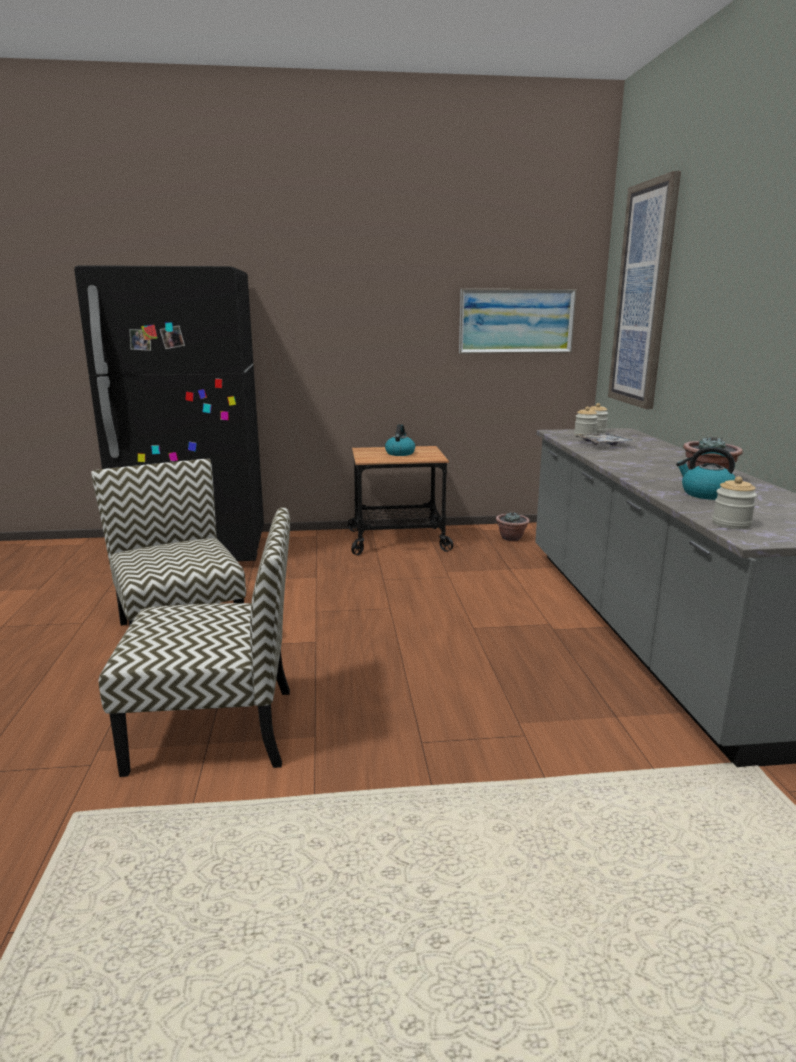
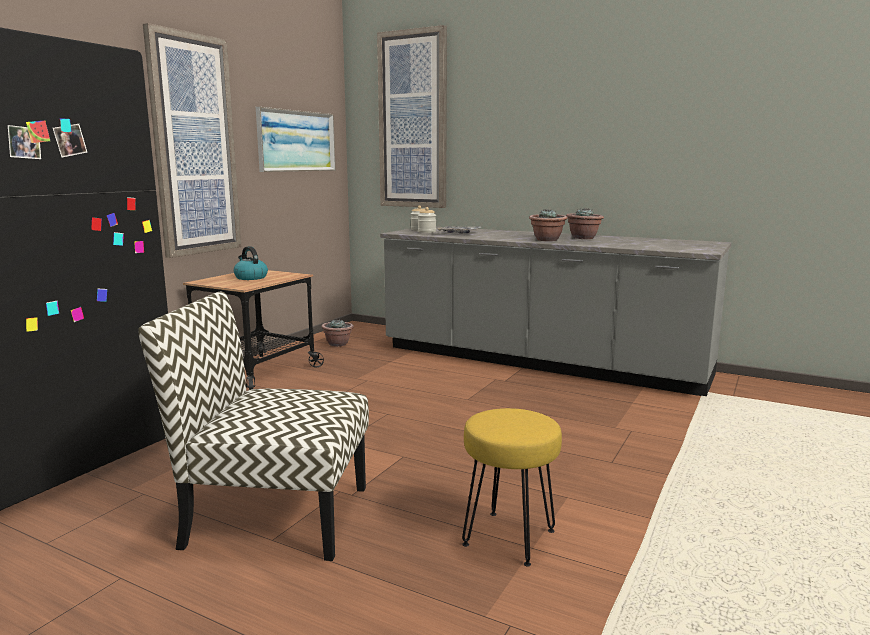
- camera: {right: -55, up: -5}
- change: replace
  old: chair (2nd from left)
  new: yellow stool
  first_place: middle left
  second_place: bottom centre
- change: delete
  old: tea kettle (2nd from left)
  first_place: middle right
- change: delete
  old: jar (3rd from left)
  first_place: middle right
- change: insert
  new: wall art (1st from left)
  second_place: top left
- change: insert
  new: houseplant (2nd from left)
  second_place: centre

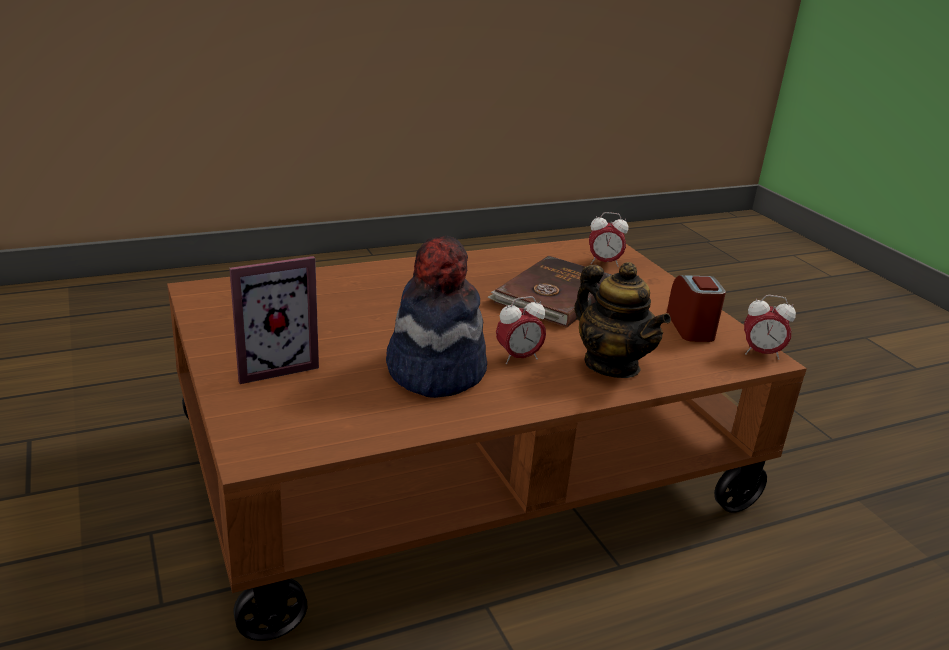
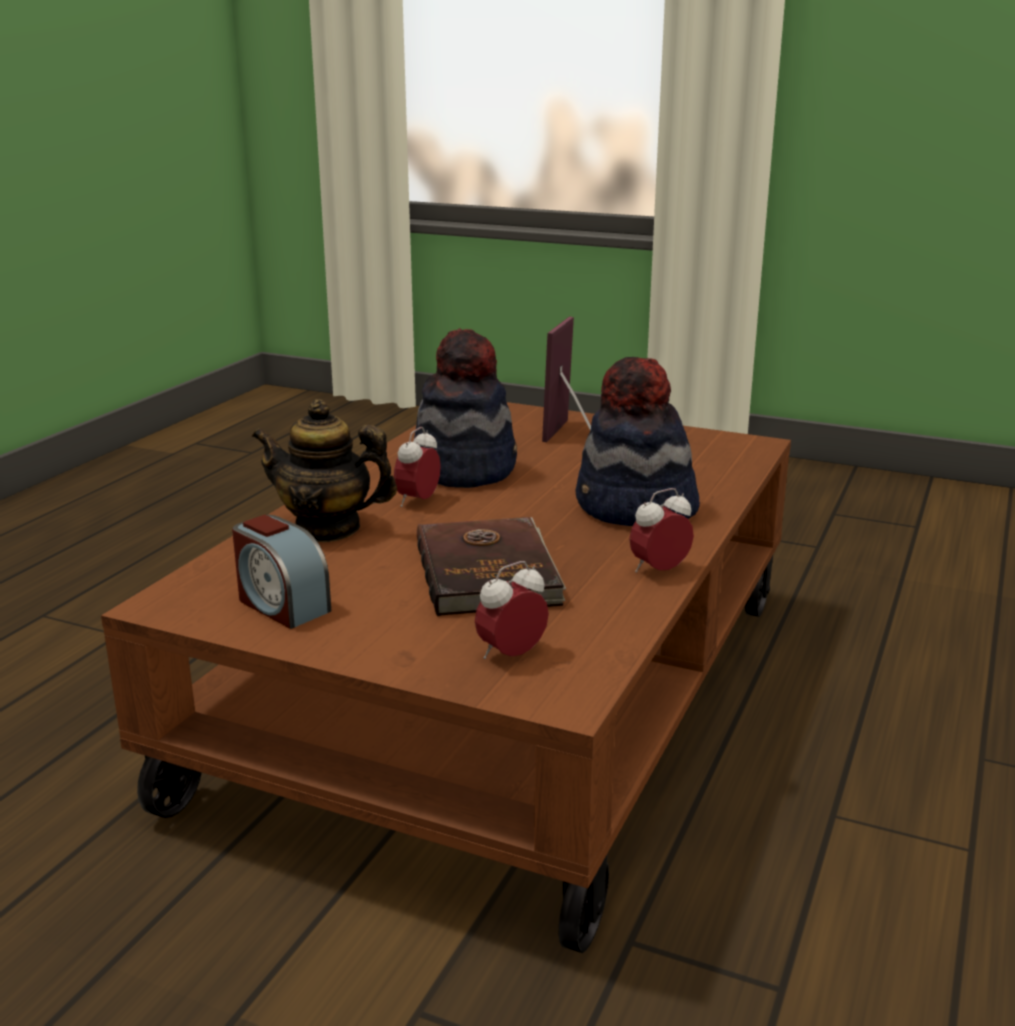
- camera: {right: 140, up: -5}
- change: move
  old: alarm clock (4th from left)
  first_place: middle right
  second_place: centre
- change: insert
  new: clothing hat (2nd from left)
  second_place: centre

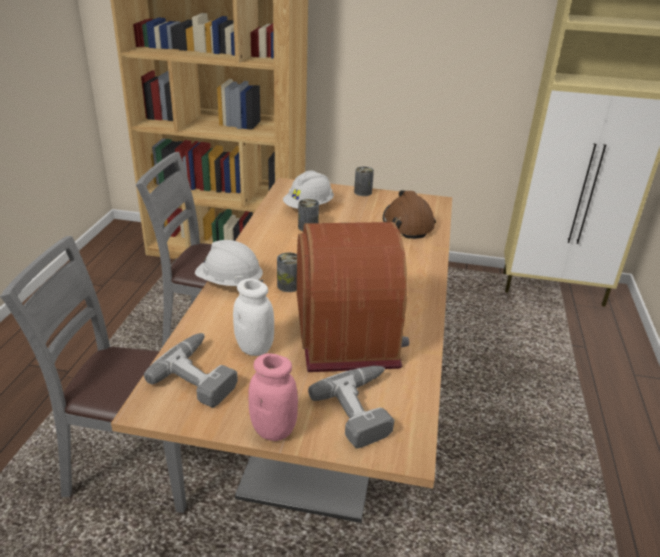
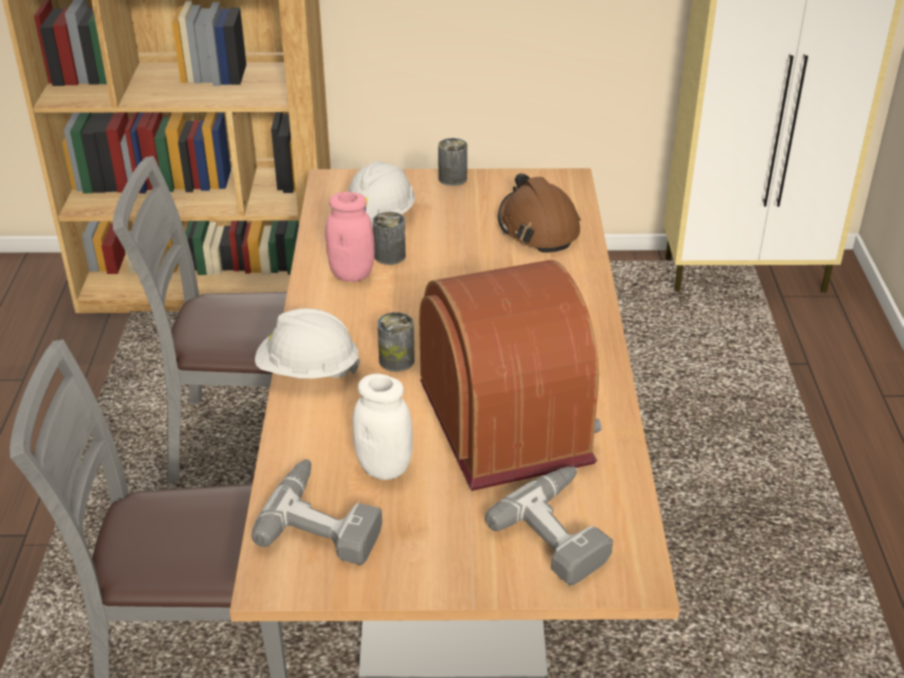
- camera: {right: -10, up: 5}
- change: move
  old: pink-coloured jar
  first_place: bottom centre
  second_place: centre

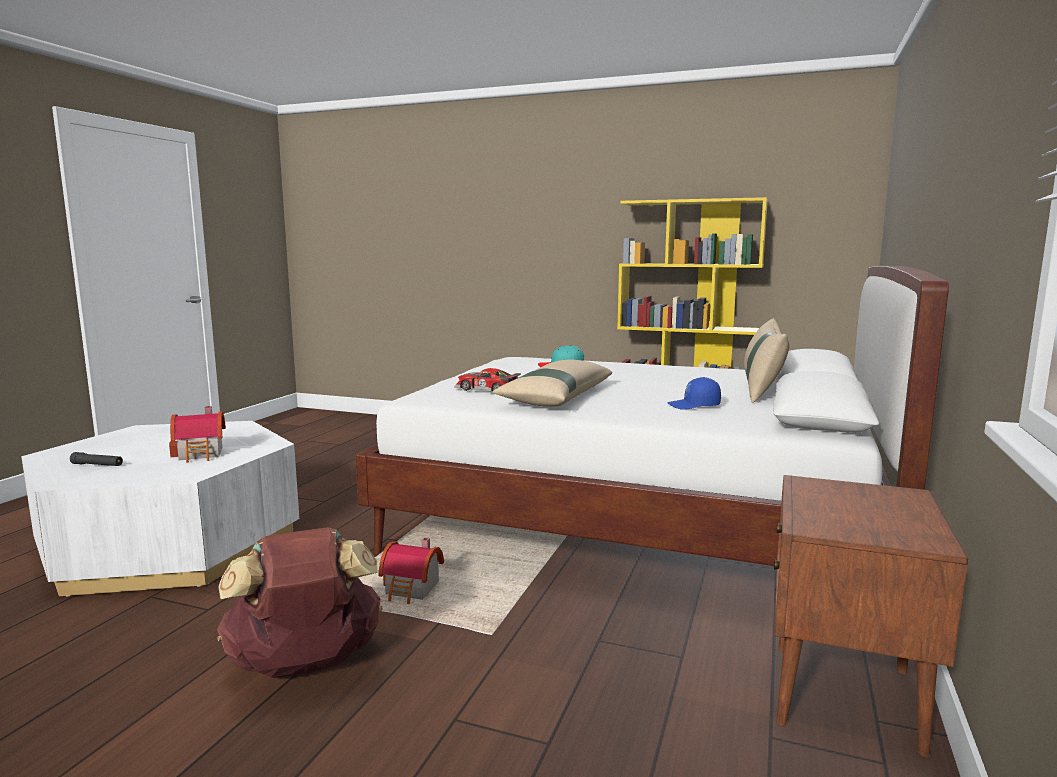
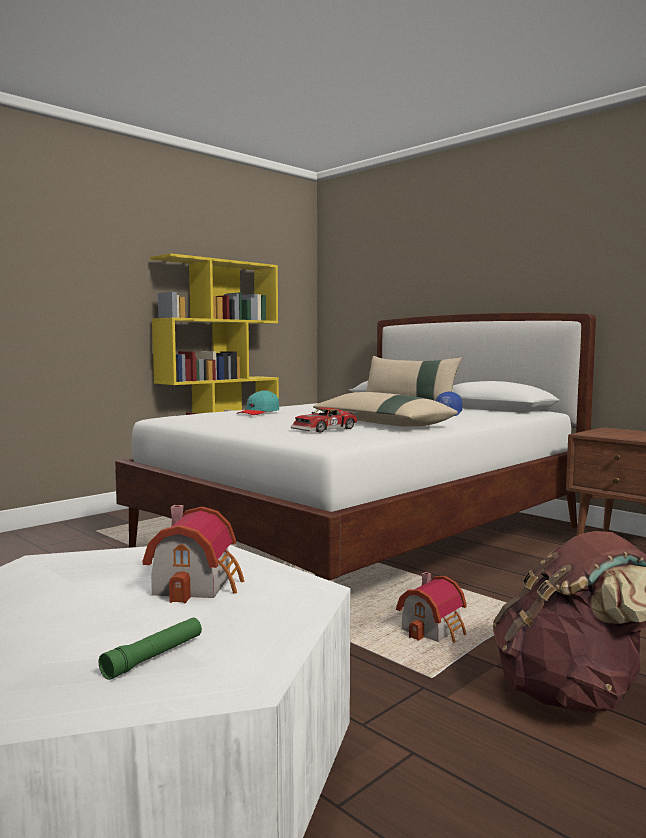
- camera: {right: -65, up: -5}
- change: recolor
  old: black flashlight
  new: greenish flashlight
  first_place: middle left
  second_place: bottom left

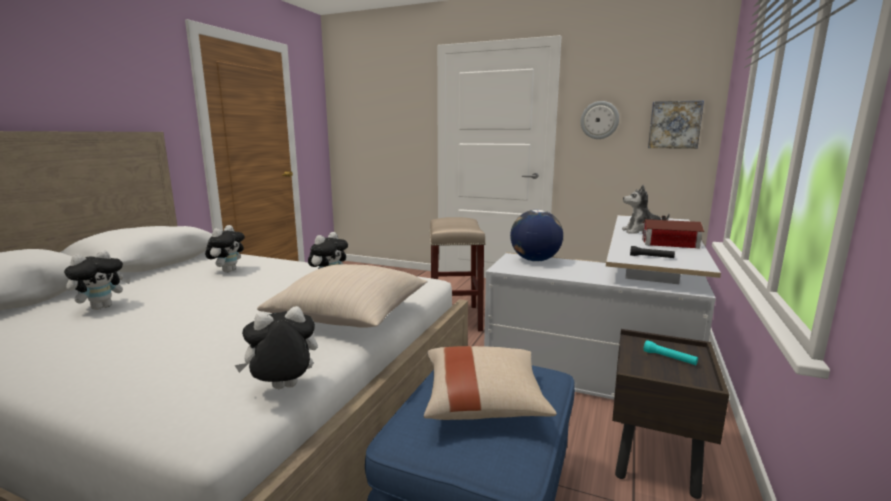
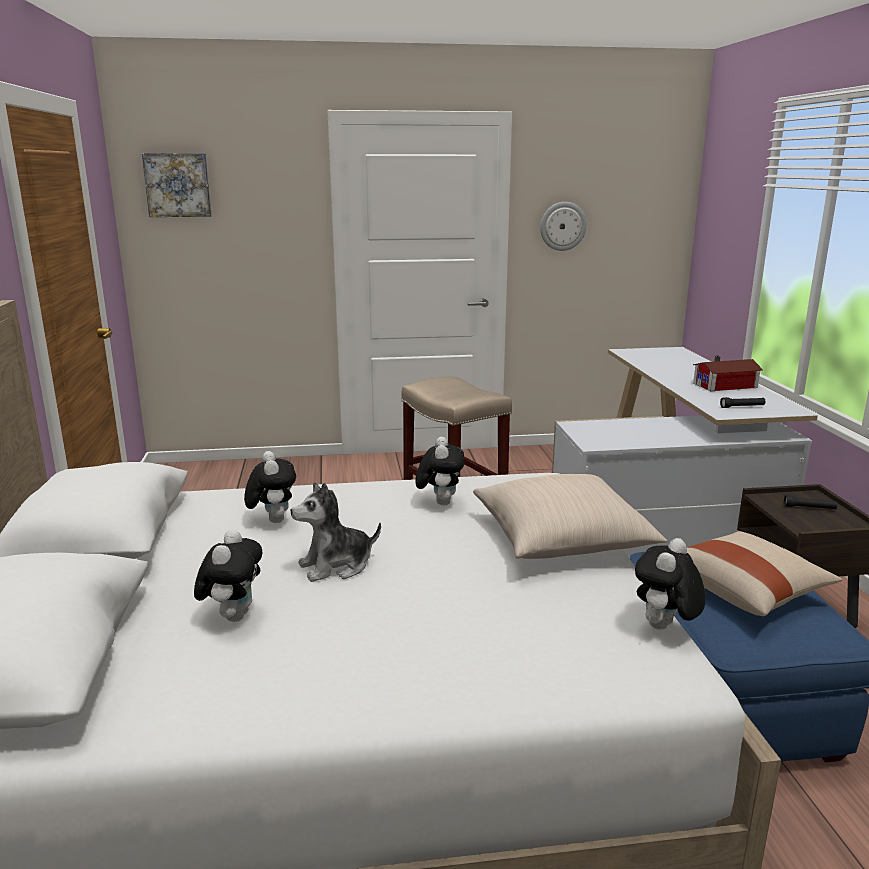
- camera: {right: -30, up: 5}
- change: delete
  old: world globe
  first_place: centre
- change: move
  old: cuddly toy (5th from left in the first image)
  new: cuddly toy (3rd from left)
  first_place: middle right
  second_place: centre
- change: recolor
  old: turquoise flashlight
  new: black flashlight (2nd from left)
  first_place: bottom right
  second_place: middle right
- change: move
  old: wall art
  first_place: top right
  second_place: top left

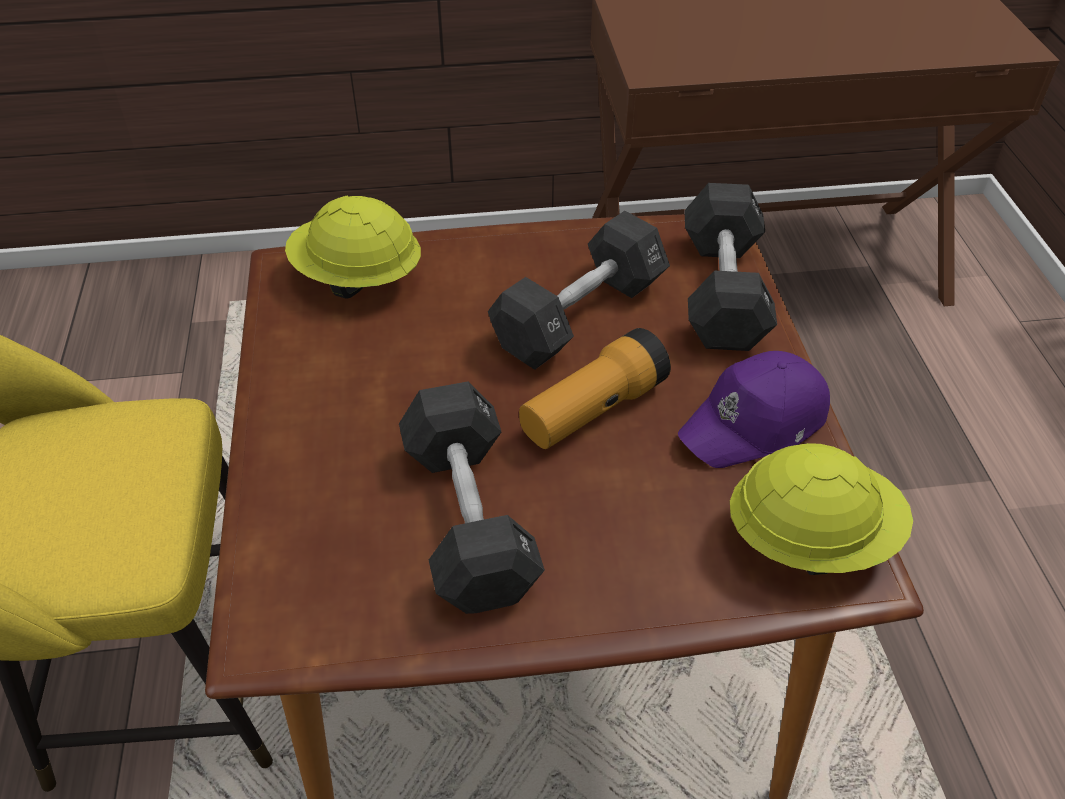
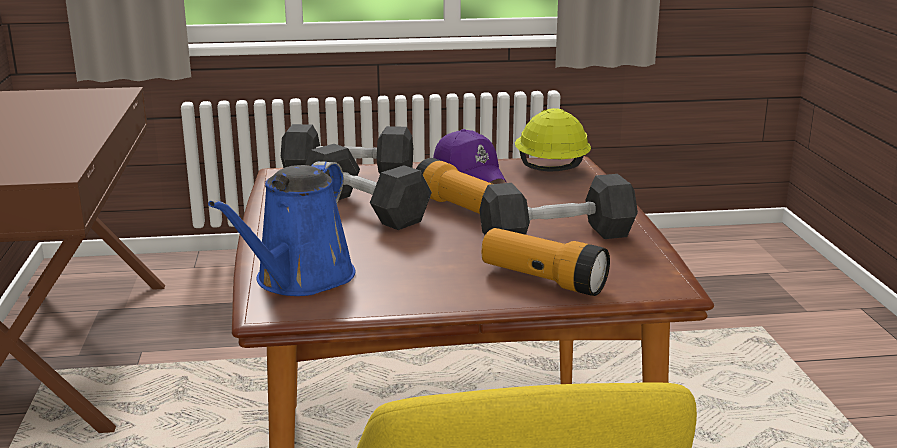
- camera: {right: -90, up: -25}
- change: replace
  old: yellow work helmet (1st from left)
  new: blue-coloured sprinkling can
  first_place: top left
  second_place: middle left
- change: insert
  new: flashlight (2nd from left)
  second_place: centre

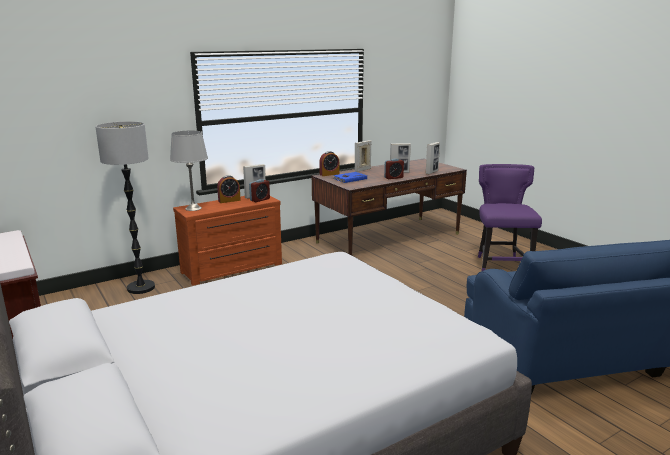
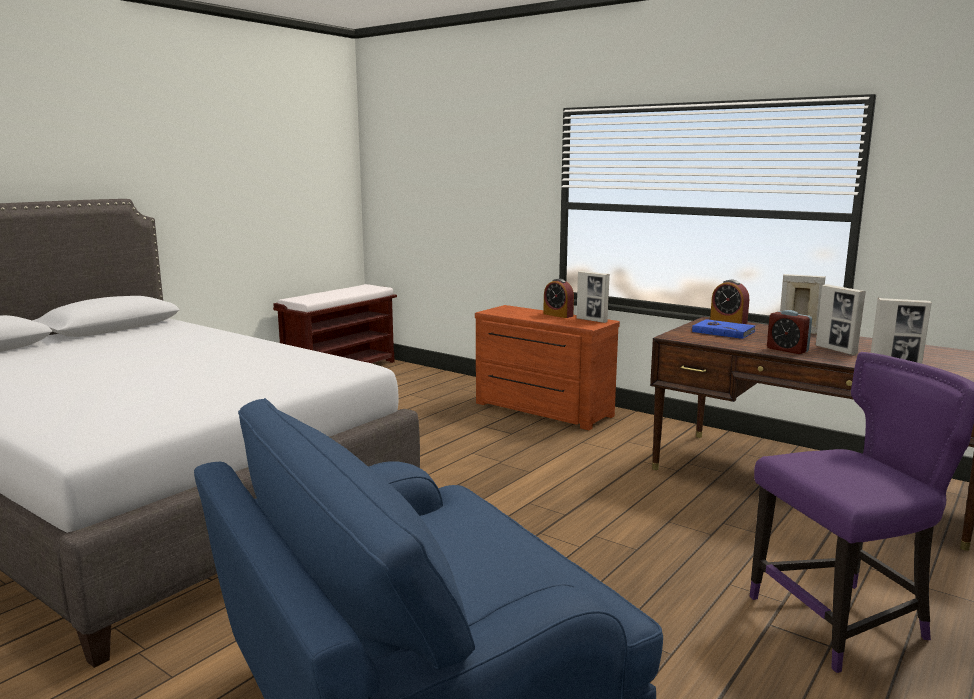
- camera: {right: 70, up: -5}
- change: delete
  old: standing lamp
  first_place: middle left
- change: delete
  old: greyish table lamp
  first_place: middle left
- change: delete
  old: alarm clock (2nd from left)
  first_place: centre

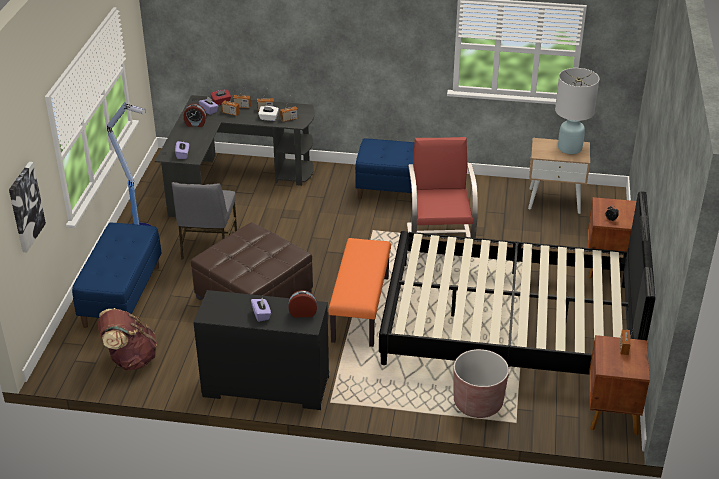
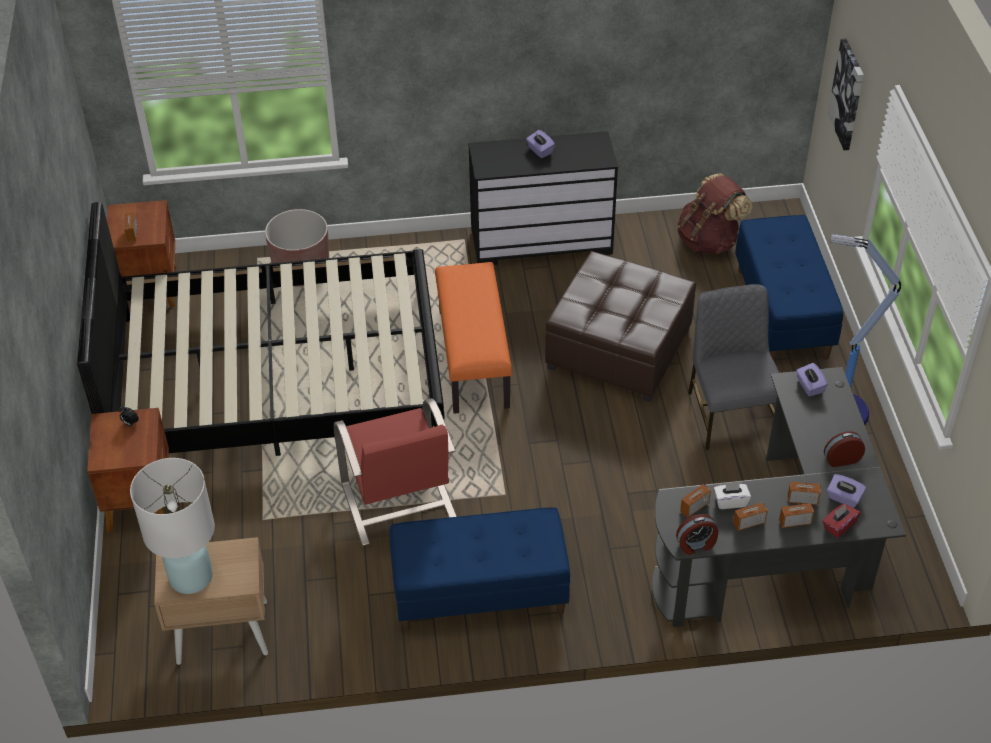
- camera: {right: 165, up: 10}
- change: move
  old: alarm clock (2nd from left)
  first_place: centre
  second_place: bottom right

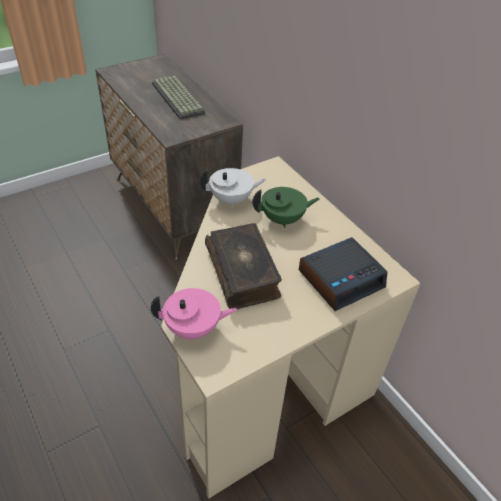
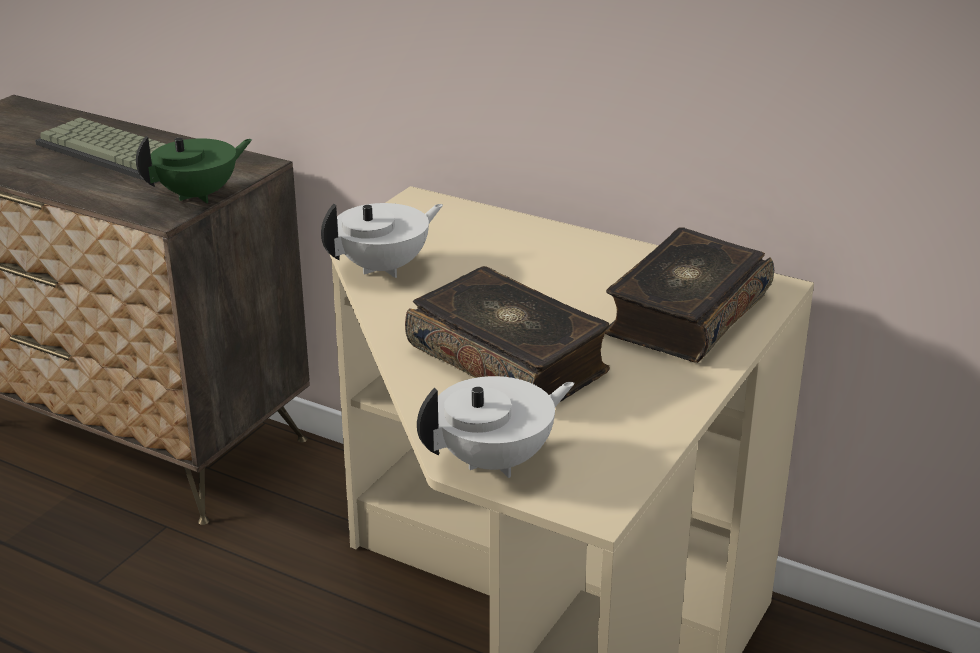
- camera: {right: -25, up: -15}
- change: recolor
  old: pink-coloured pot for tea
  new: white pot for tea (2nd from left)
  first_place: centre
  second_place: centre
- change: move
  old: greenish pot for tea
  first_place: centre
  second_place: top left
- change: replace
  old: alarm clock
  new: book (2nd from left)
  first_place: middle right
  second_place: middle right

